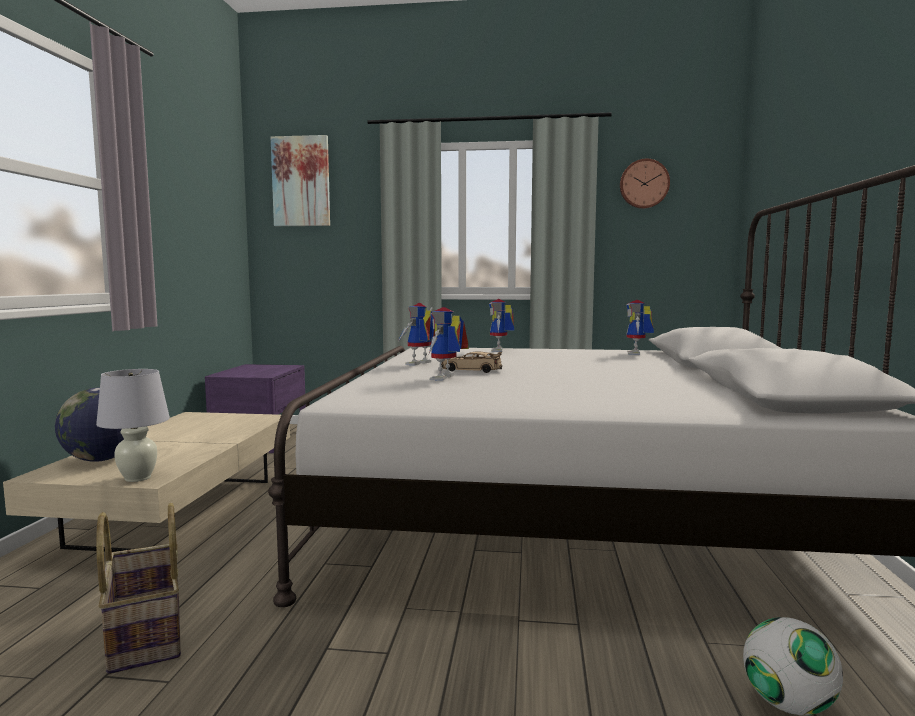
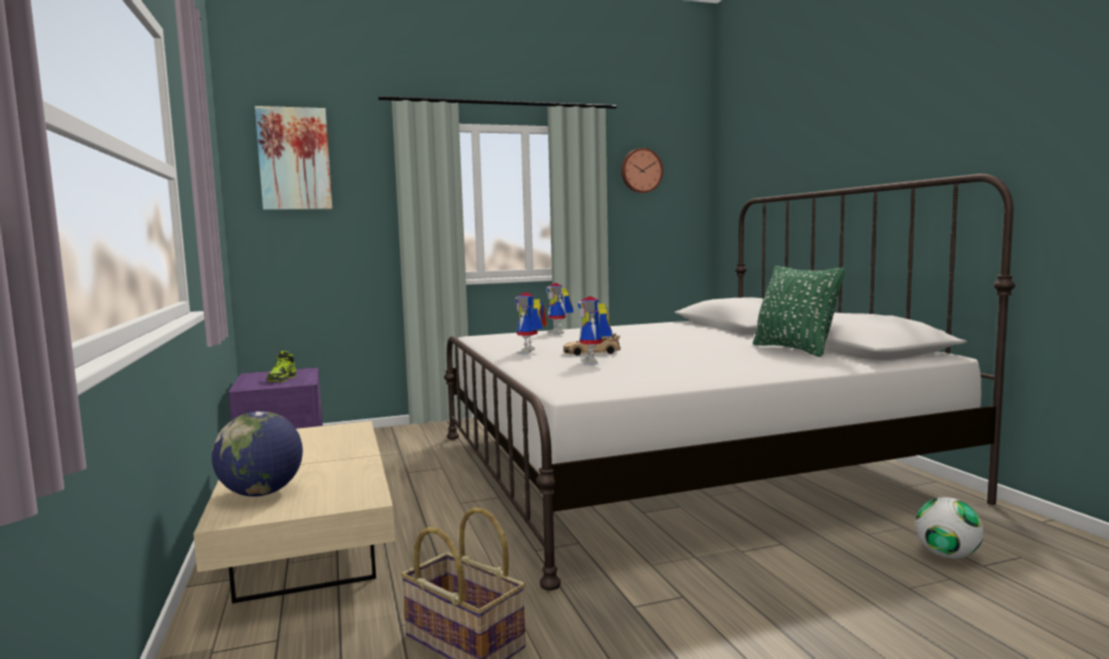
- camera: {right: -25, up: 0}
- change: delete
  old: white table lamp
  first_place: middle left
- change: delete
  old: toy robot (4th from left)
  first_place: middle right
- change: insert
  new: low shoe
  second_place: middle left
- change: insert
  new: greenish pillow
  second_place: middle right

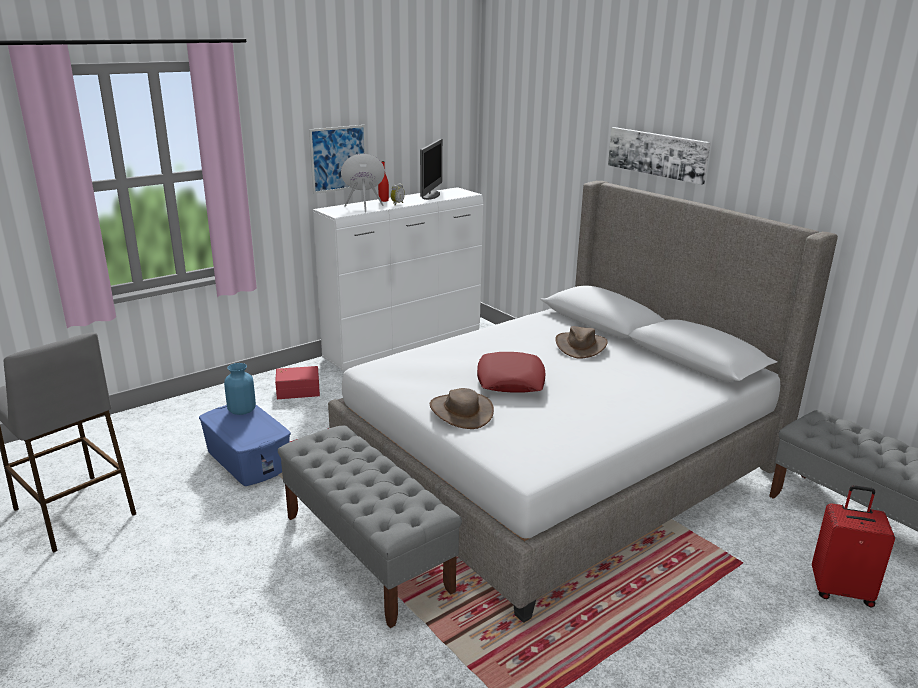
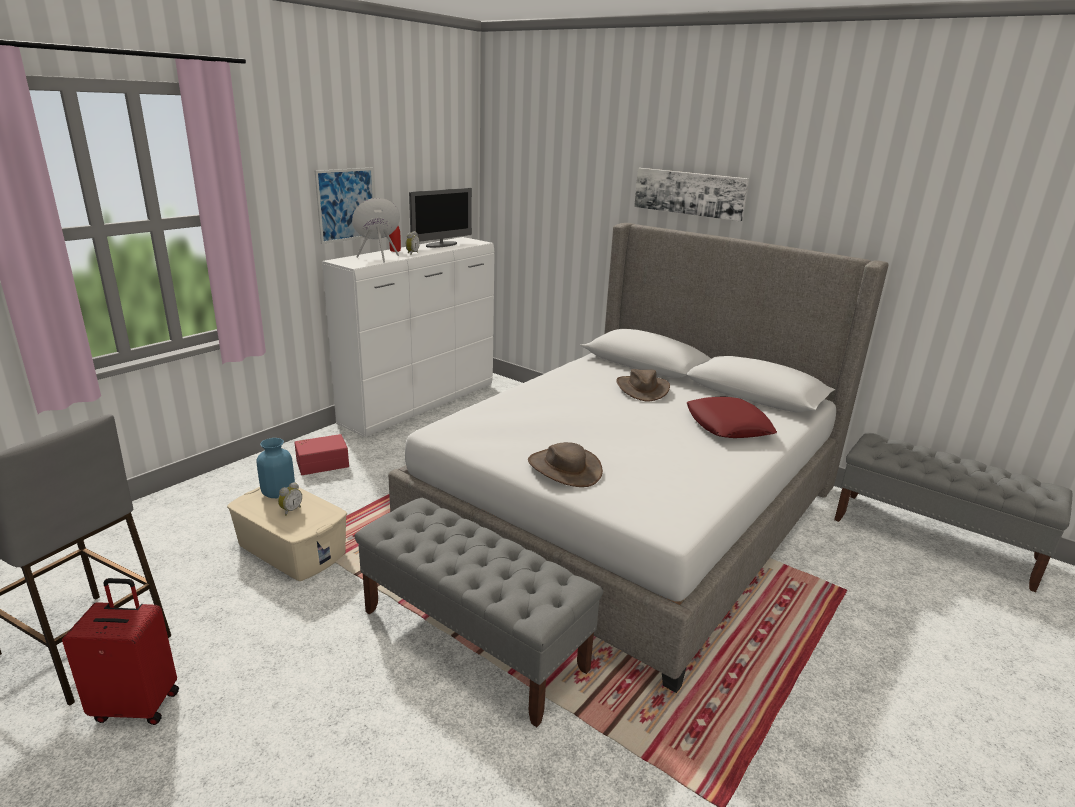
- camera: {right: -15, up: 0}
- change: recolor
  old: blue-coloured storage container
  new: sand-coloured storage container
  first_place: middle left
  second_place: middle left
- change: rotate
  old: computer display
  first_place: top centre
  second_place: top centre
  degrees: 45
- change: move
  old: red-coloured pillow
  first_place: centre
  second_place: middle right
- change: move
  old: red-coloured piece of luggage
  first_place: bottom right
  second_place: bottom left
- change: insert
  new: alarm clock (1st from left)
  second_place: middle left

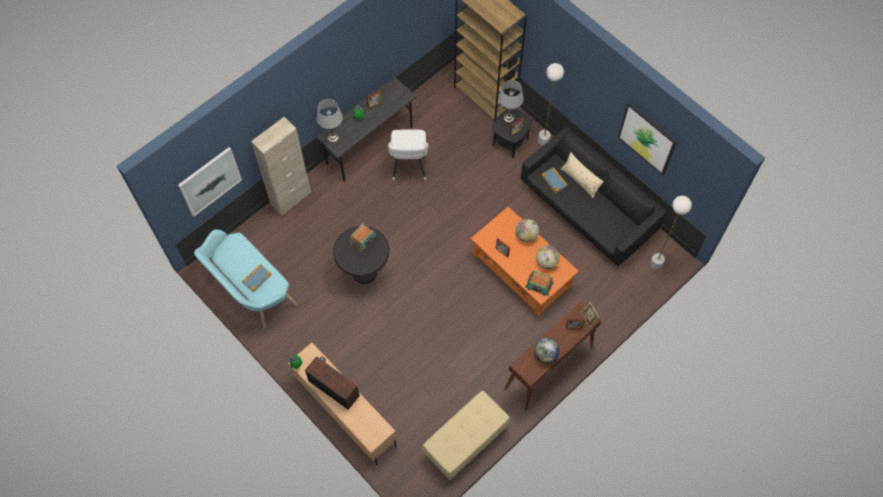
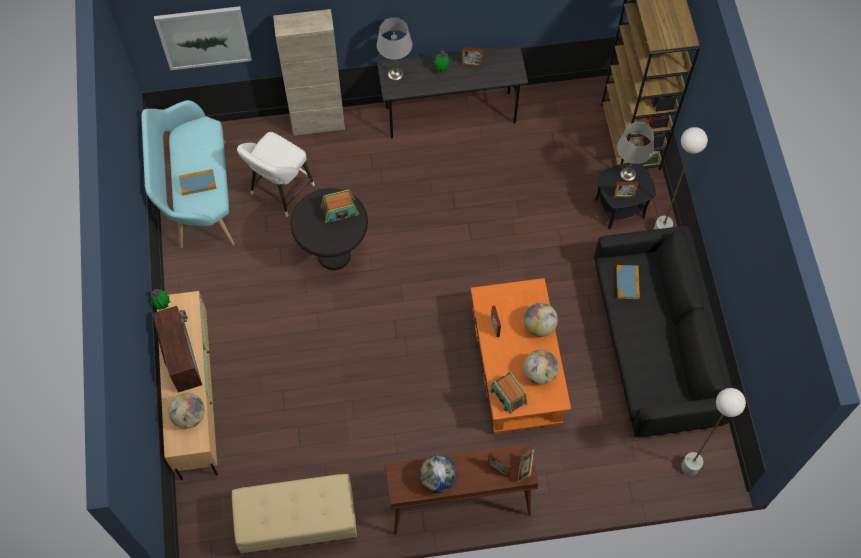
- camera: {right: 35, up: 0}
- change: move
  old: white stool
  first_place: top centre
  second_place: top left
- change: delete
  old: sand-coloured pillow
  first_place: centre
- change: delete
  old: wall art (2nd from left)
  first_place: top right
- change: insert
  new: world globe (1st from left)
  second_place: bottom left

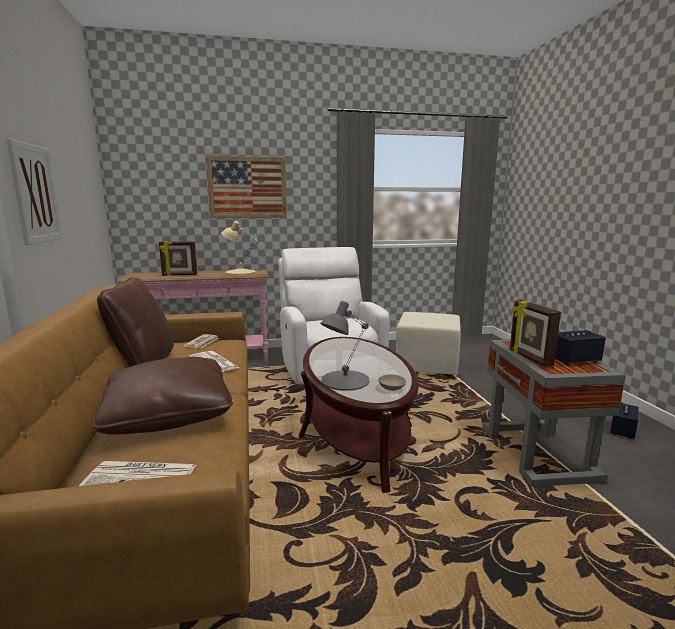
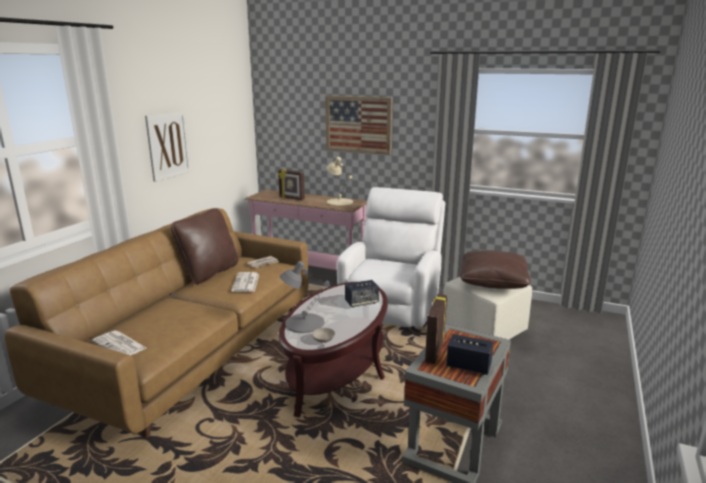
- camera: {right: 35, up: 5}
- change: move
  old: brown pillow (2nd from left)
  first_place: middle left
  second_place: middle right
- change: move
  old: speaker (2nd from left in the first image)
  new: speaker (1st from left)
  first_place: bottom right
  second_place: centre

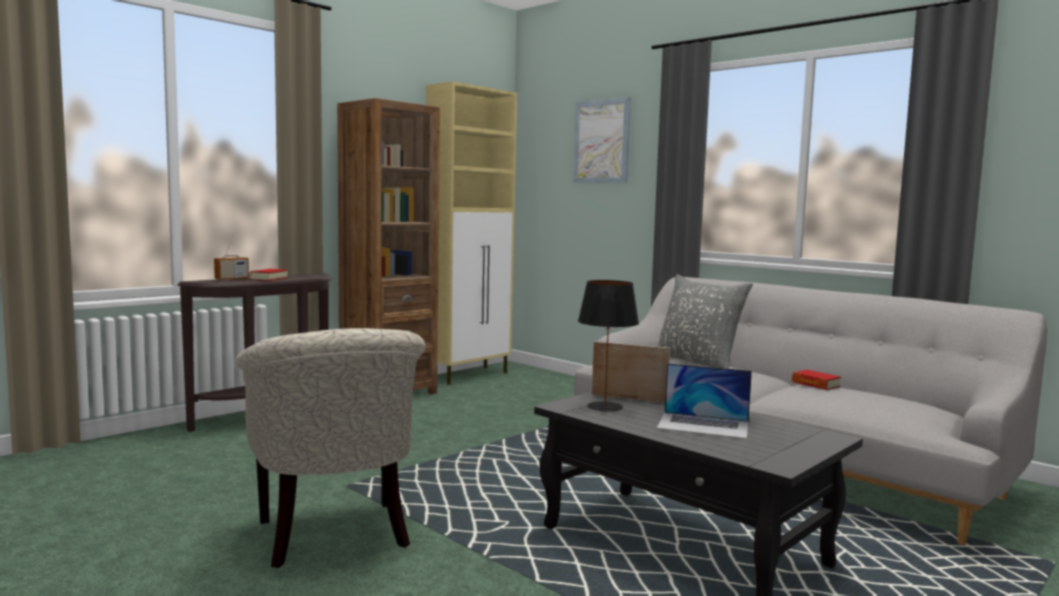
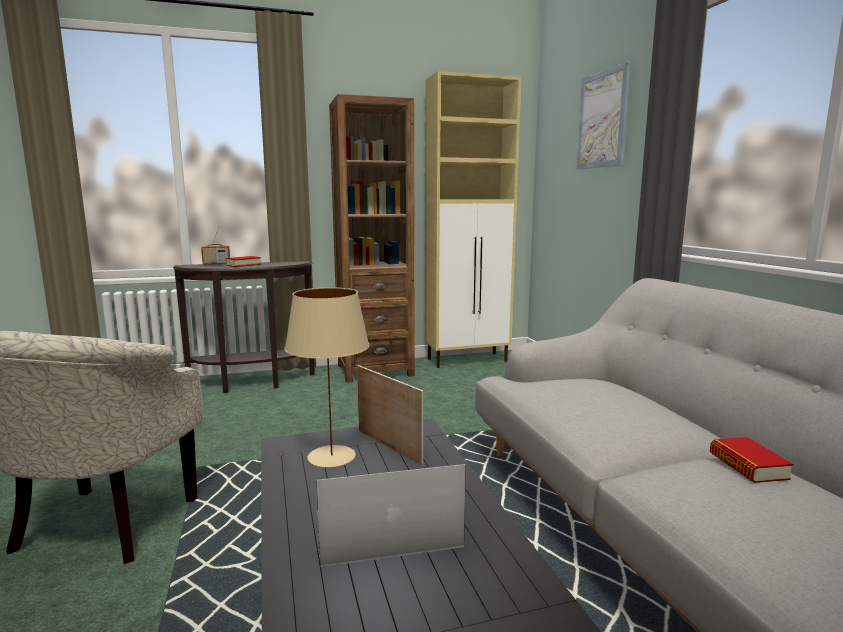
- camera: {right: 30, up: 5}
- change: recolor
  old: black table lamp
  new: sand-coloured table lamp
  first_place: centre
  second_place: centre
- change: delete
  old: greyish pillow
  first_place: centre
- change: rotate
  old: portable computer
  first_place: bottom centre
  second_place: bottom centre
  degrees: 120

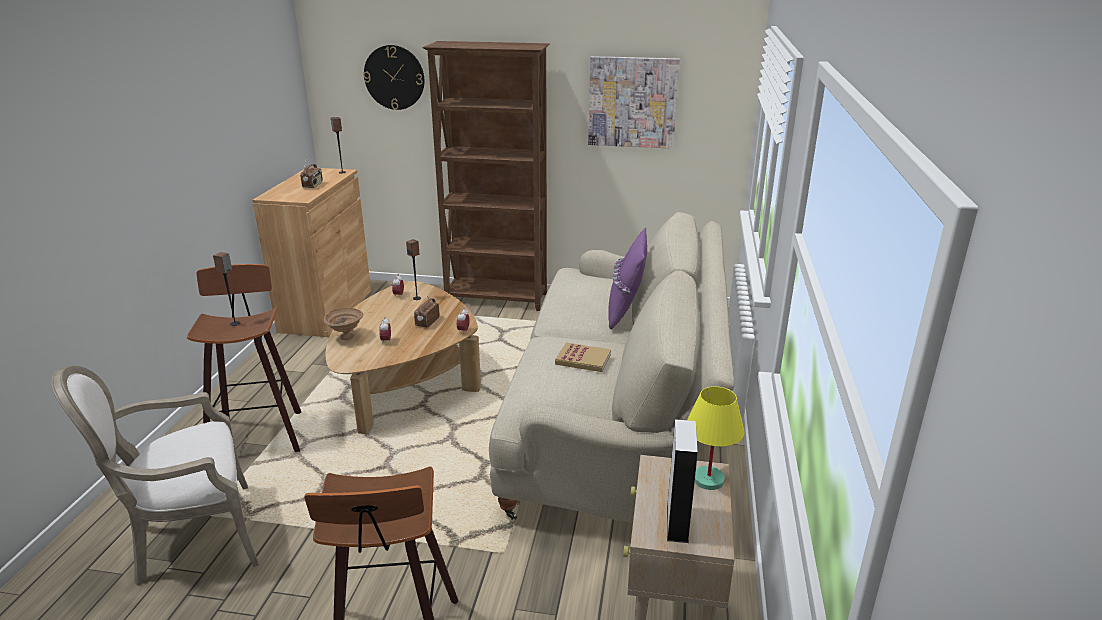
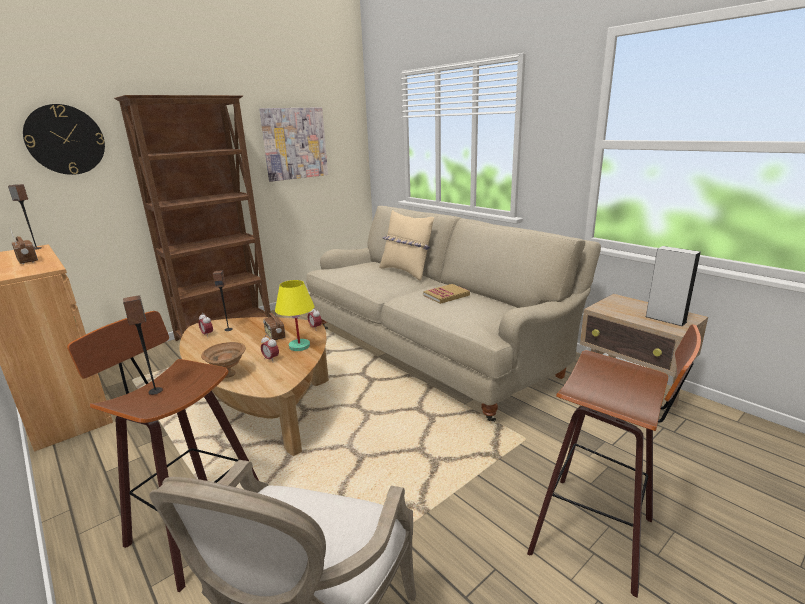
- camera: {right: -50, up: -5}
- change: recolor
  old: purple-coloured pillow
  new: sand-coloured pillow
  first_place: centre
  second_place: centre
- change: move
  old: yellow table lamp
  first_place: bottom centre
  second_place: centre

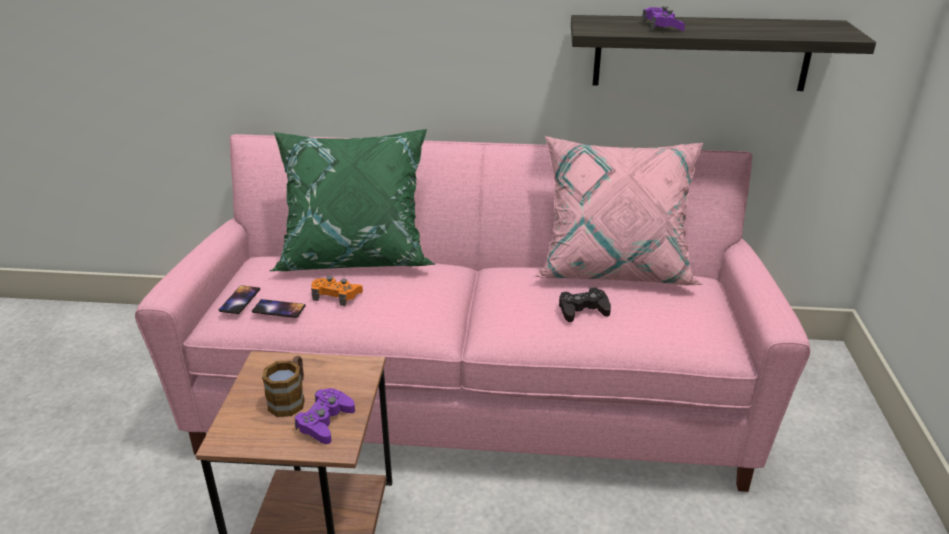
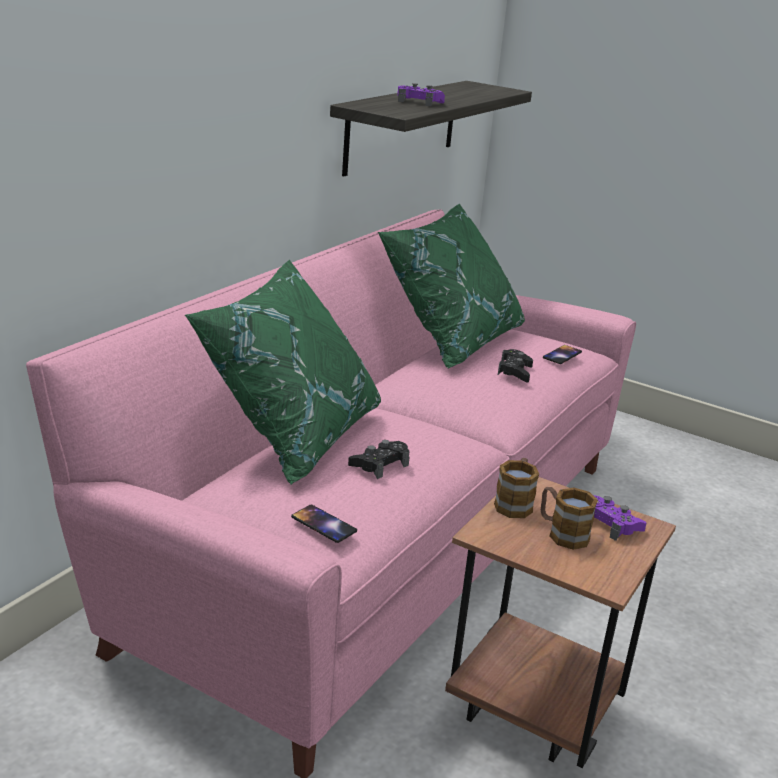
- camera: {right: -65, up: -5}
- change: move
  old: telephone (2nd from left)
  first_place: middle left
  second_place: middle right
- change: recolor
  old: orange gamepad
  new: black gamepad (1st from left)
  first_place: centre
  second_place: centre
- change: recolor
  old: pink-coloured pillow
  new: greenish pillow (2nd from left)
  first_place: centre
  second_place: centre
- change: insert
  new: mug (1st from left)
  second_place: centre

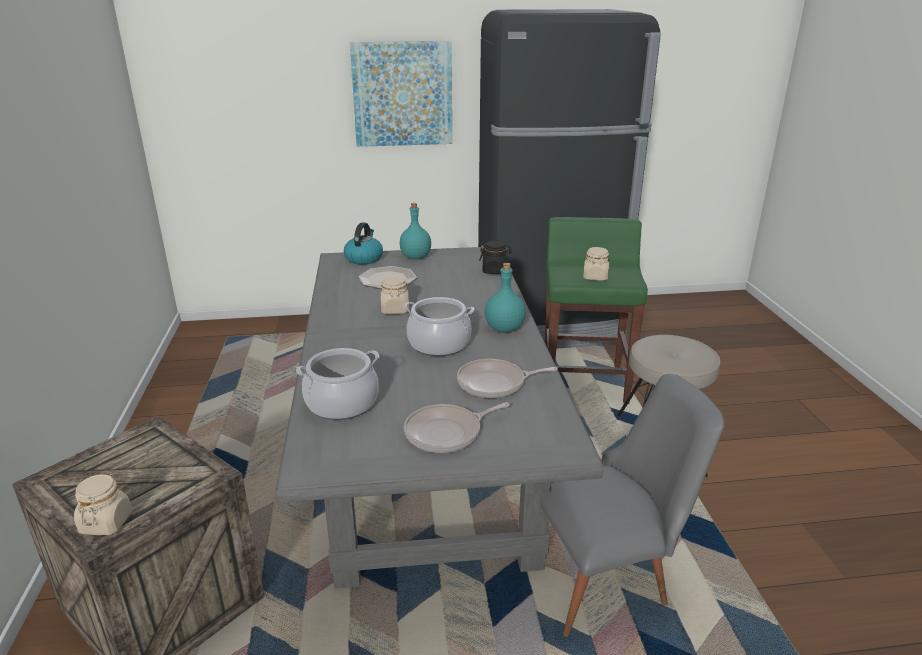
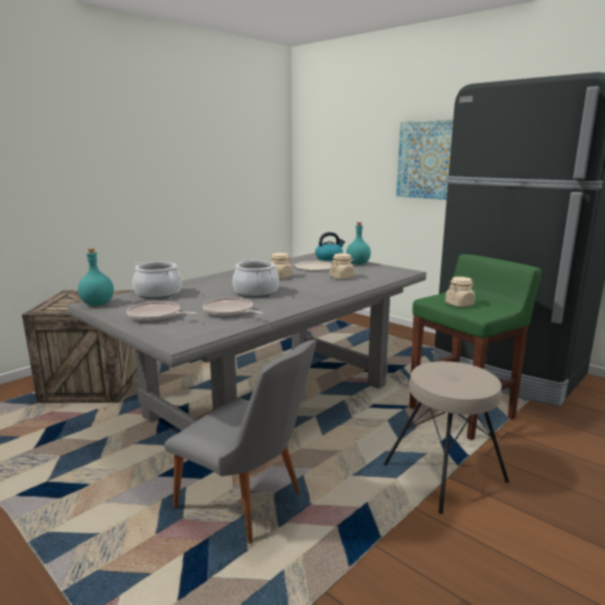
- camera: {right: 50, up: -10}
- change: move
  old: sand-coloured jar (1st from left in the first image)
  new: sand-coloured jar (2nd from left)
  first_place: bottom left
  second_place: centre
- change: delete
  old: black jar
  first_place: centre
- change: move
  old: turquoise drink bottle (2nd from left in the first image)
  new: turquoise drink bottle (1st from left)
  first_place: centre
  second_place: middle left

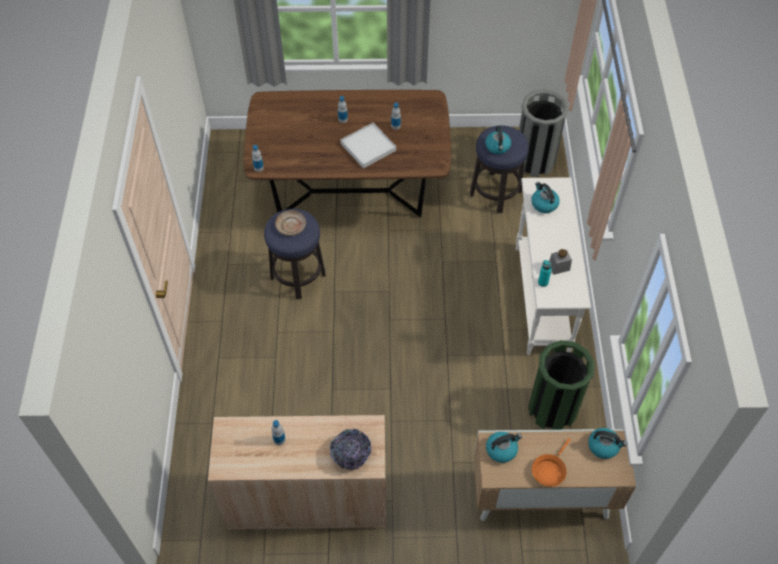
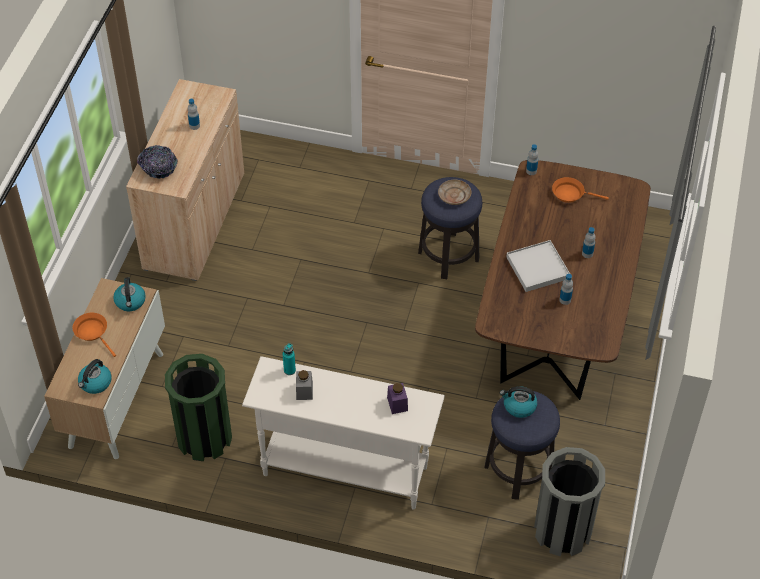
- camera: {right: 105, up: -5}
- change: replace
  old: tea kettle (3rd from left)
  new: purple-coloured jar
  first_place: middle right
  second_place: bottom centre
- change: insert
  new: orange skillet (2nd from left)
  second_place: top right

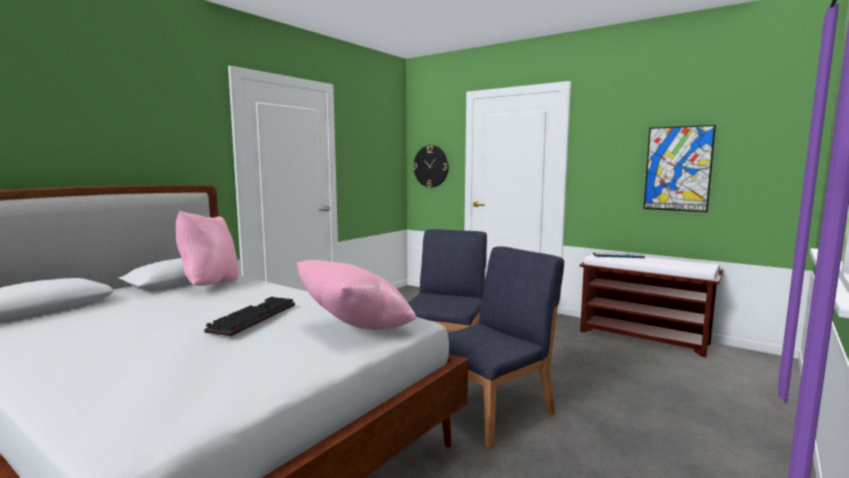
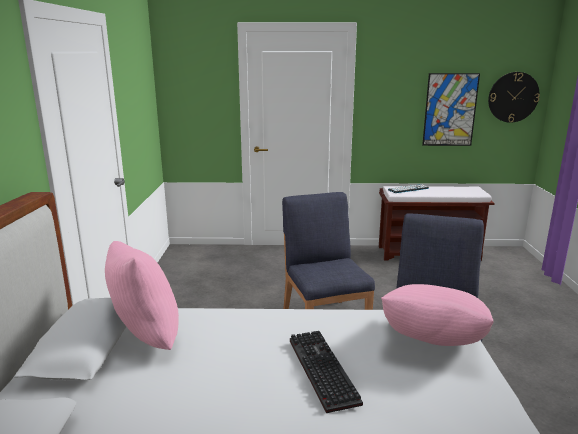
- camera: {right: -35, up: 10}
- change: move
  old: clock on the wall
  first_place: centre
  second_place: top right

